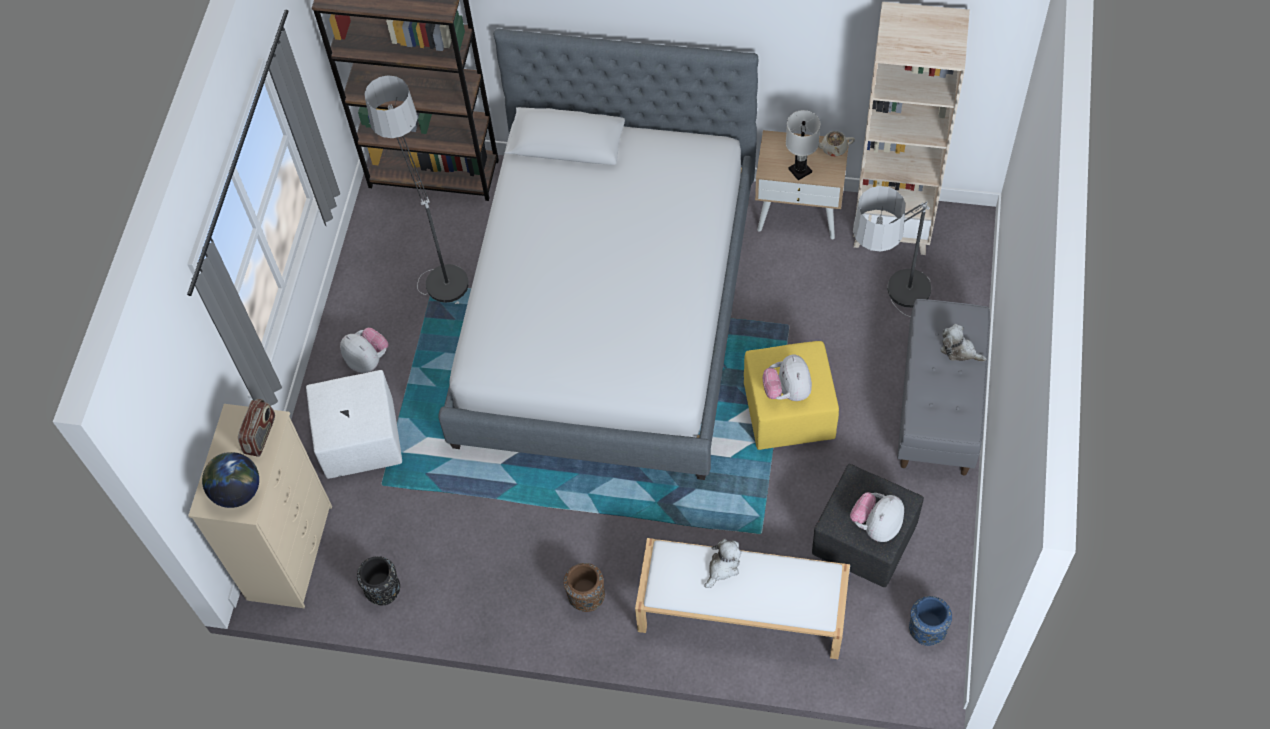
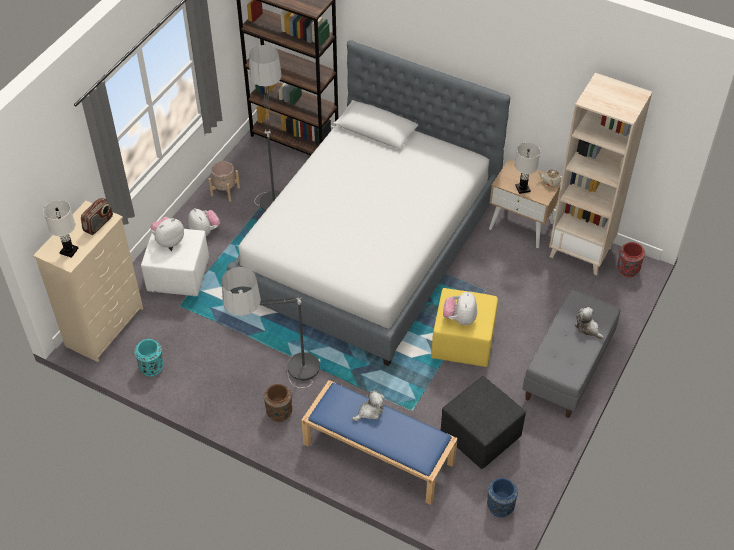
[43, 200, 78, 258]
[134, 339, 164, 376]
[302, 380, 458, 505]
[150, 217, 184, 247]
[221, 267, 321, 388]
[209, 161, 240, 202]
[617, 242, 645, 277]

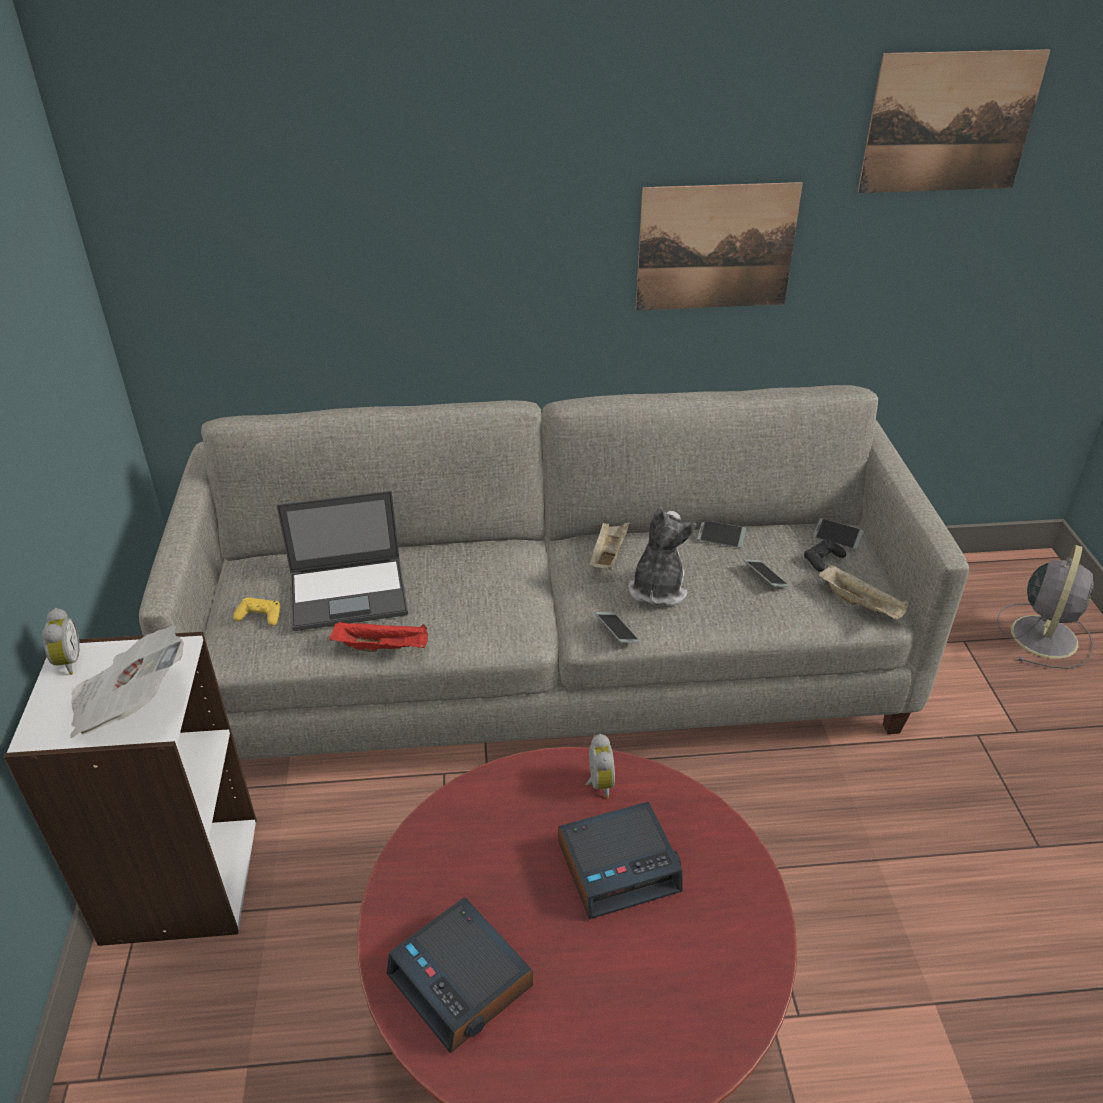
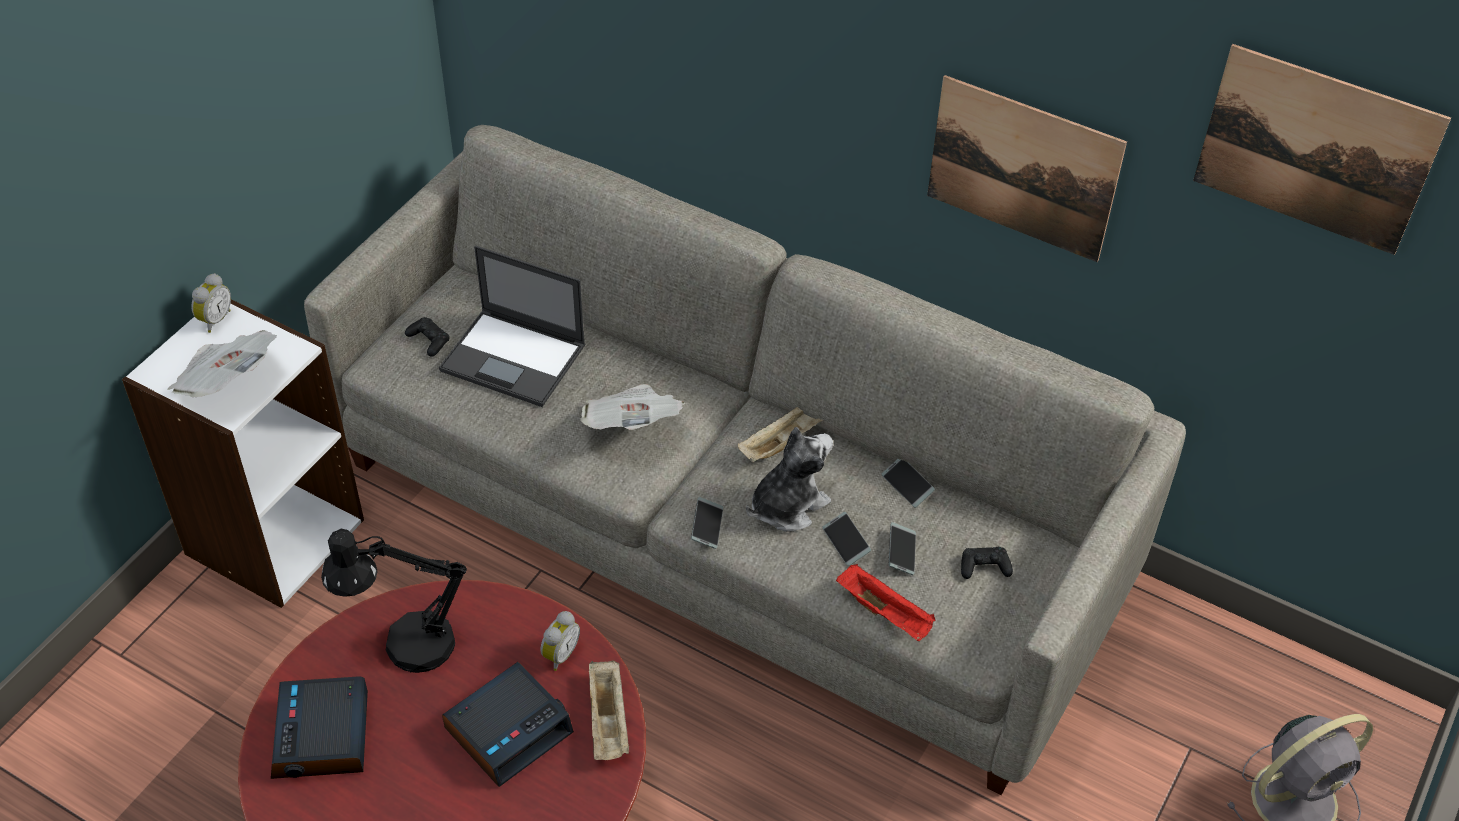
[405, 317, 450, 357]
[836, 564, 935, 641]
[442, 662, 574, 787]
[823, 512, 871, 566]
[589, 660, 629, 760]
[321, 528, 467, 673]
[580, 384, 685, 430]

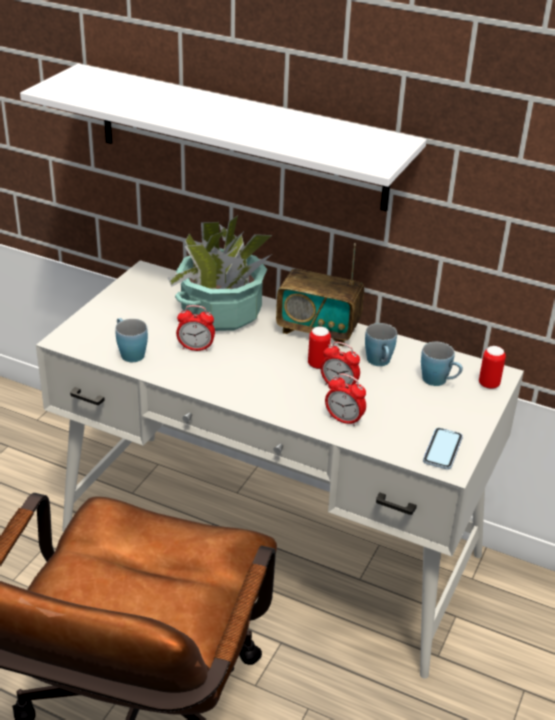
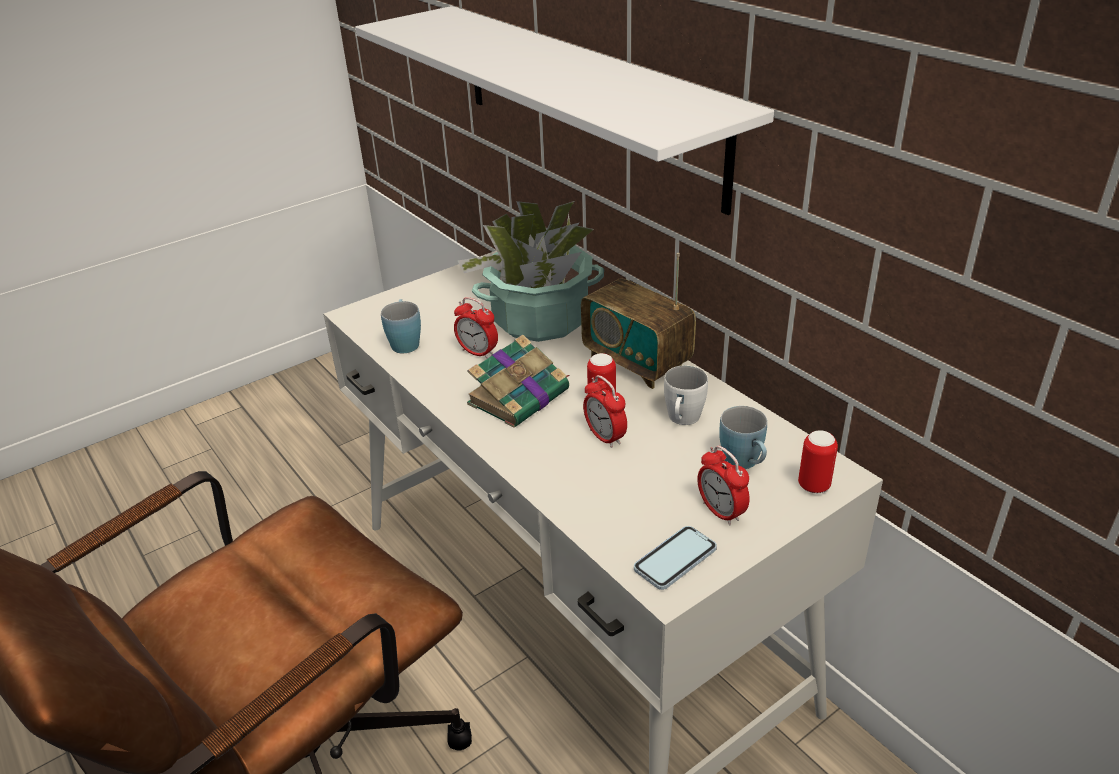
[697, 446, 750, 526]
[664, 365, 708, 425]
[467, 335, 569, 428]

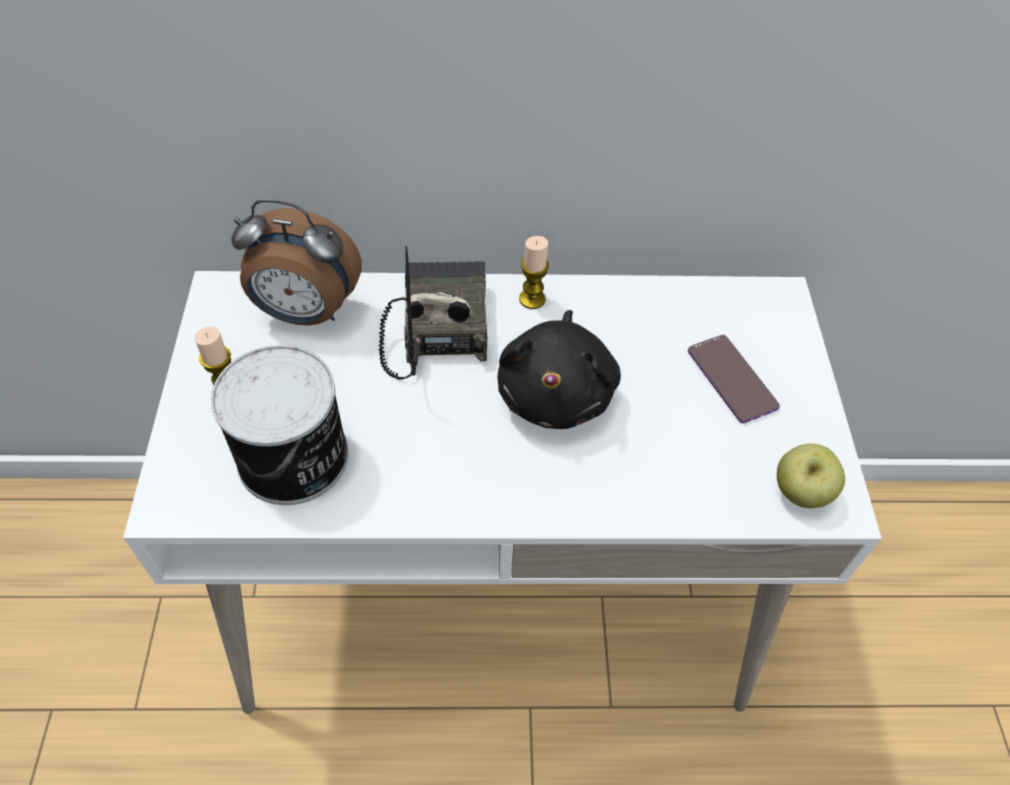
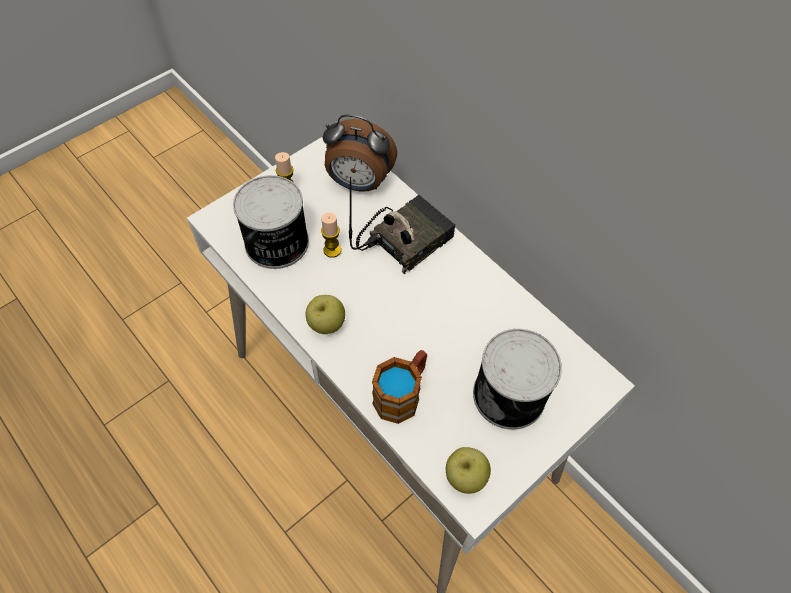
[322, 114, 397, 192]
[497, 310, 621, 429] (first image)
[321, 213, 341, 258]
[473, 329, 562, 430]
[305, 295, 345, 334]
[372, 350, 427, 424]

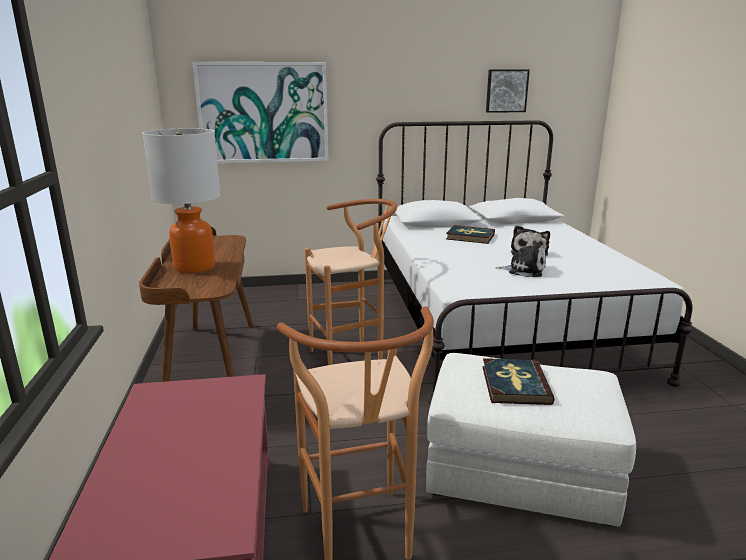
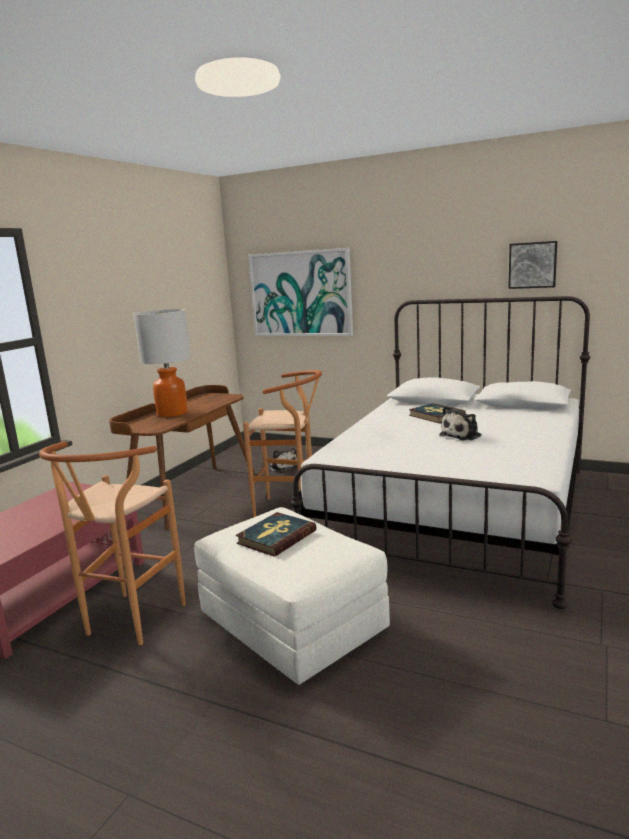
[269, 448, 297, 473]

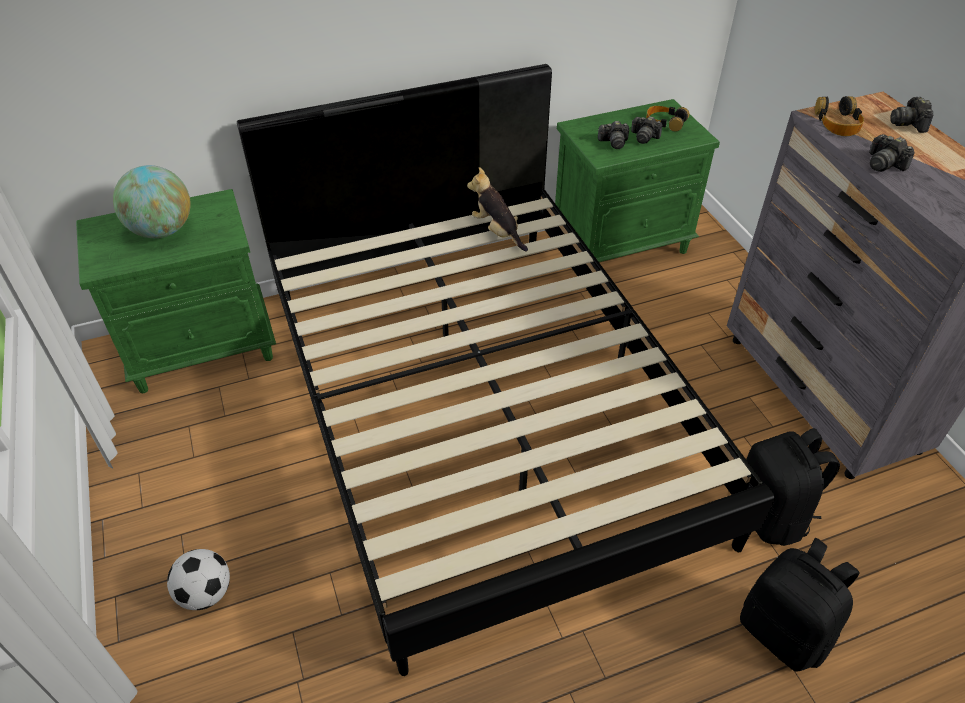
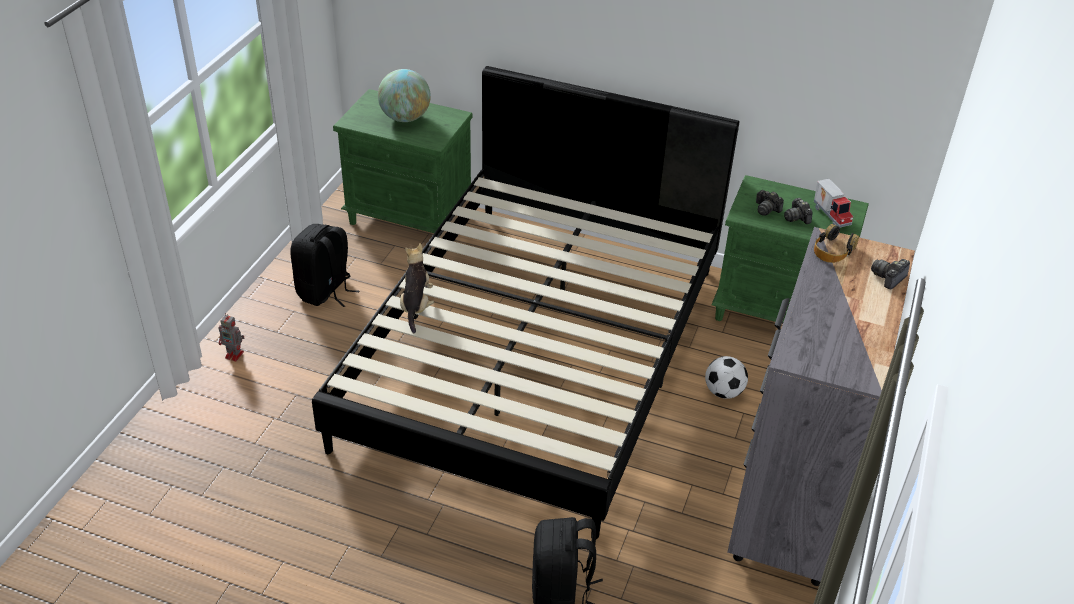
[705, 356, 748, 399]
[400, 243, 434, 333]
[814, 179, 853, 227]
[290, 224, 359, 307]
[869, 134, 915, 172] (first image)
[219, 313, 245, 362]

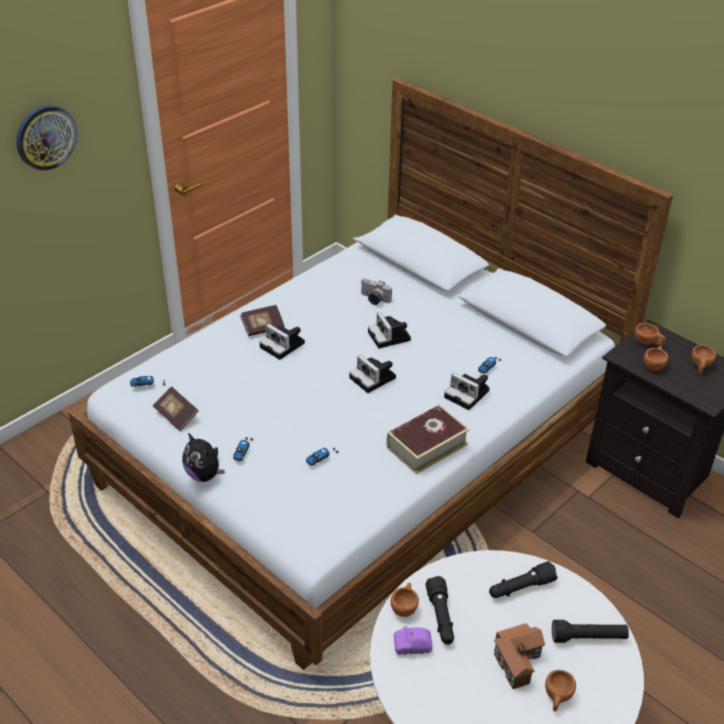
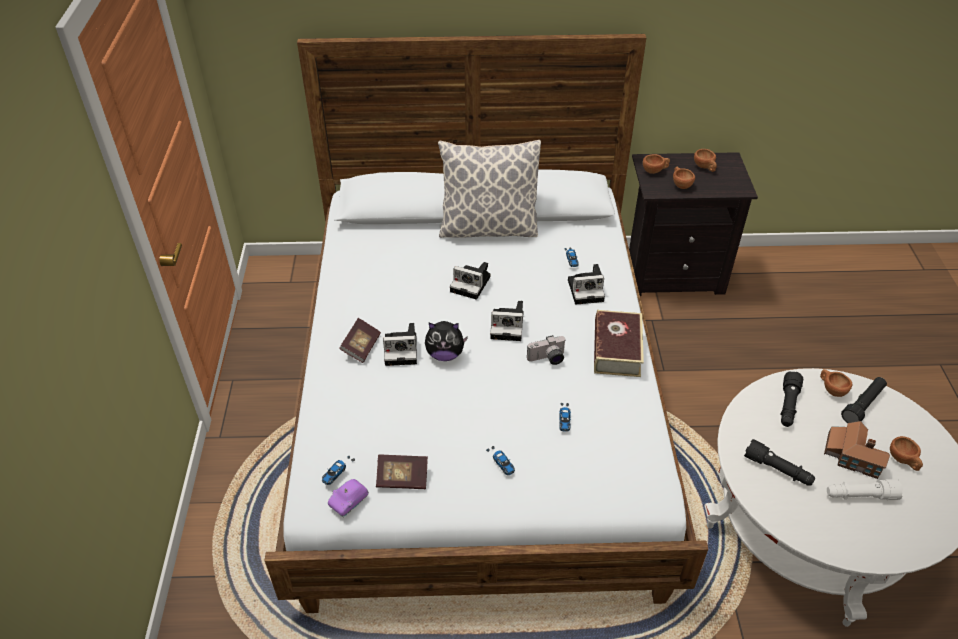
[16, 105, 77, 171] (first image)
[425, 321, 468, 361]
[527, 335, 566, 365]
[820, 369, 852, 397]
[328, 479, 369, 518]
[438, 140, 541, 238]
[827, 479, 903, 500]

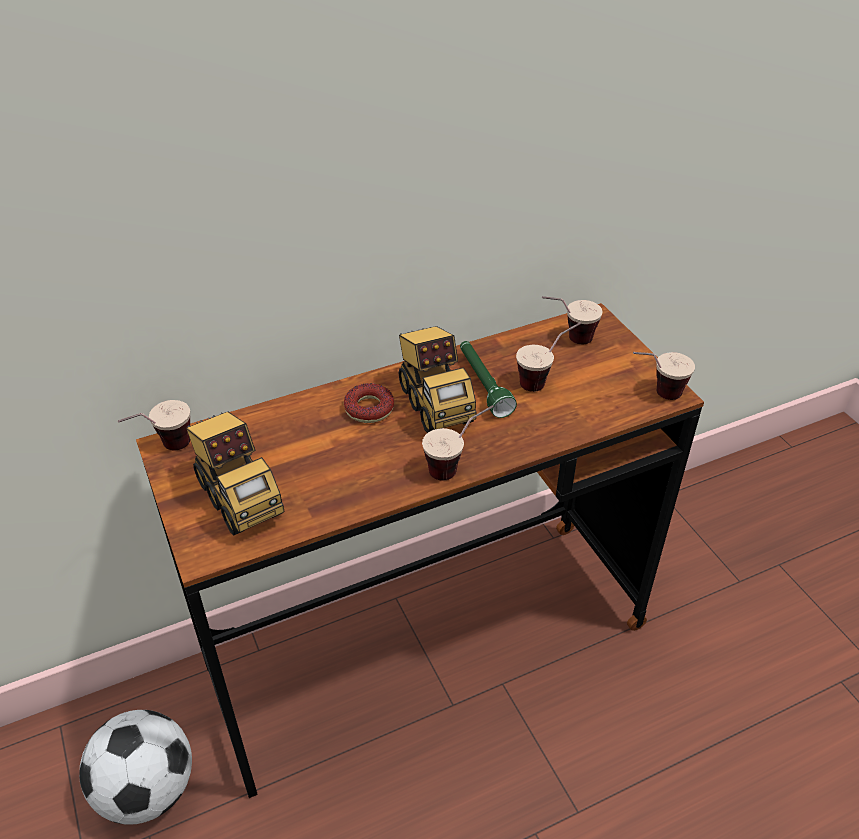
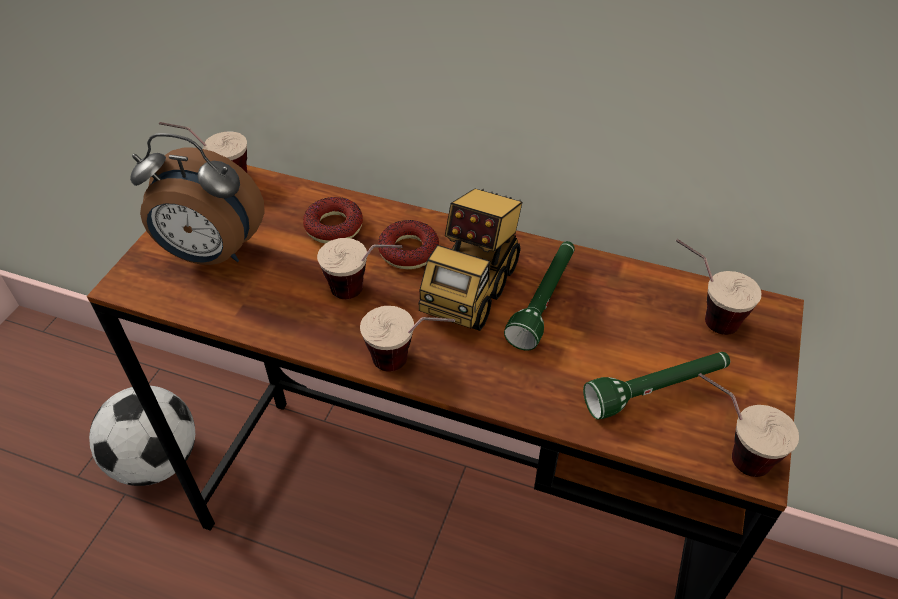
[130, 133, 265, 265]
[317, 238, 403, 299]
[303, 197, 363, 244]
[583, 352, 730, 420]

